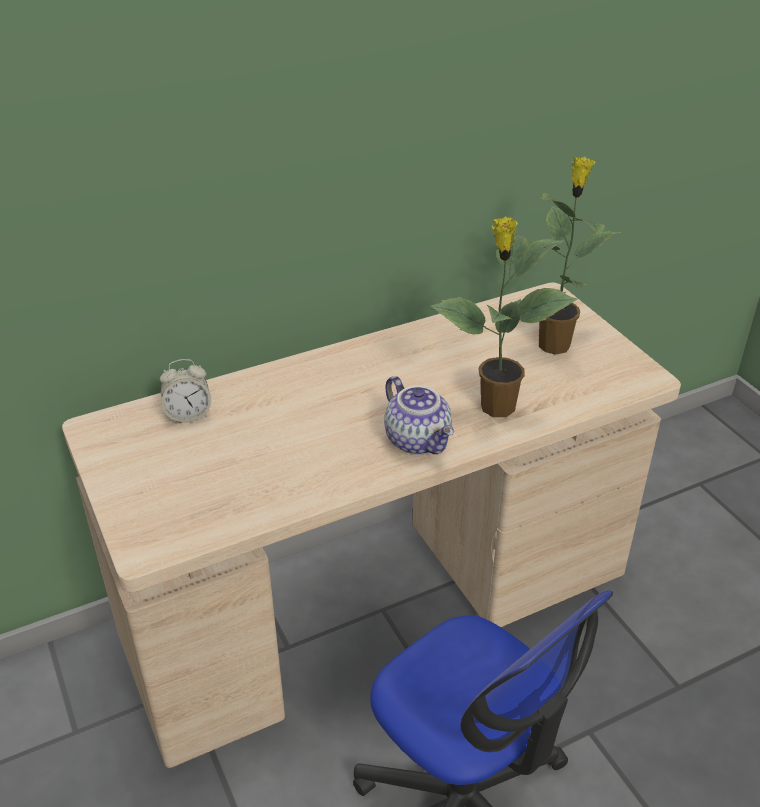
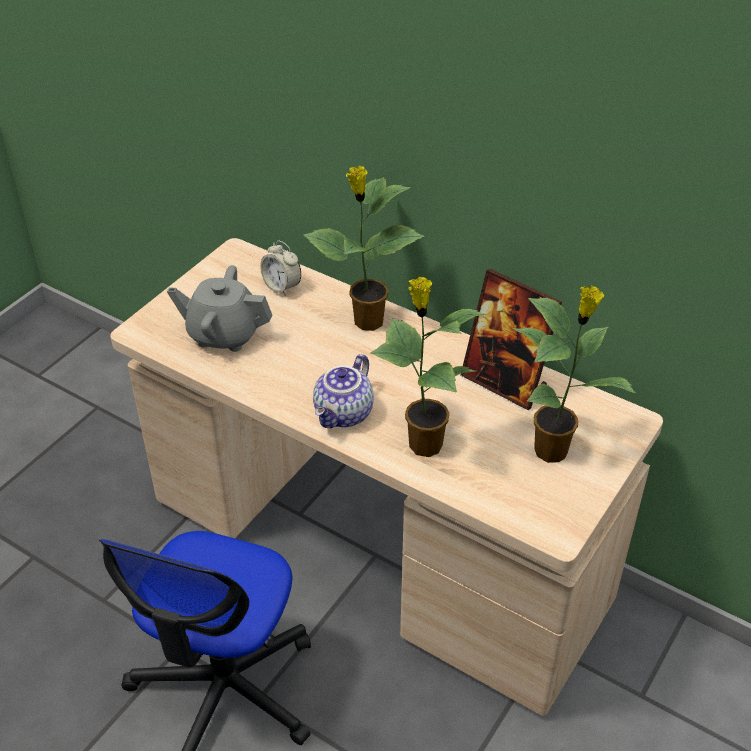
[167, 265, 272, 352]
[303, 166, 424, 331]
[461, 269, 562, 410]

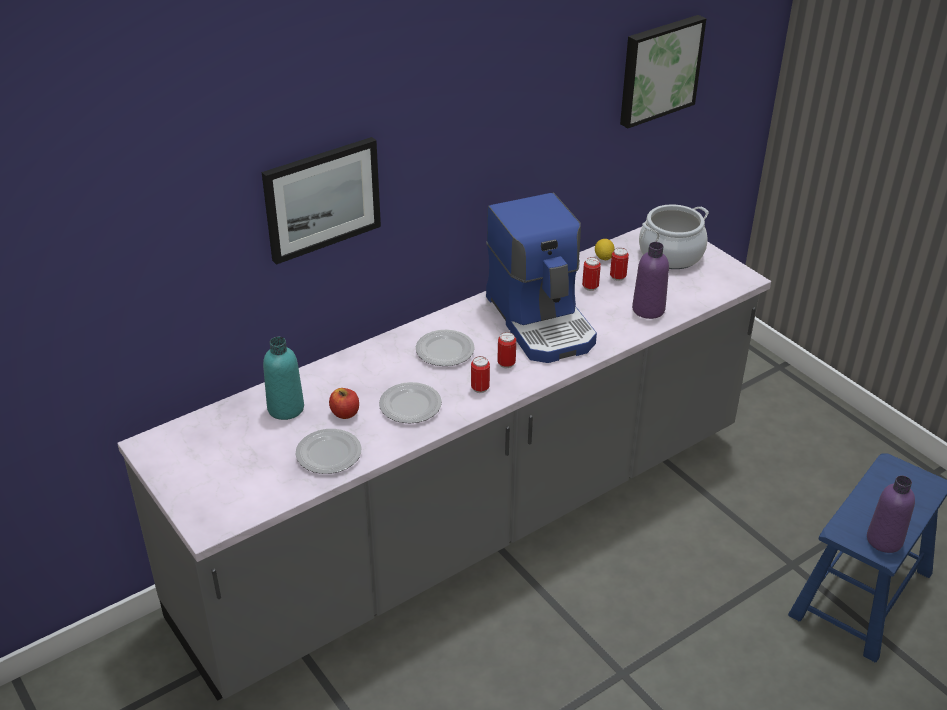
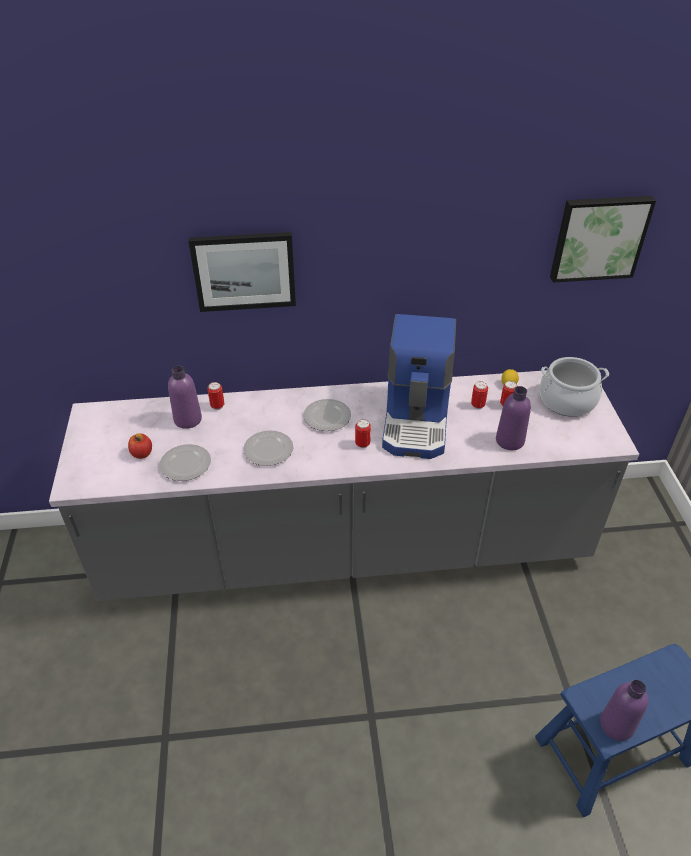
[168, 366, 202, 429]
[128, 433, 152, 459]
[207, 382, 224, 410]

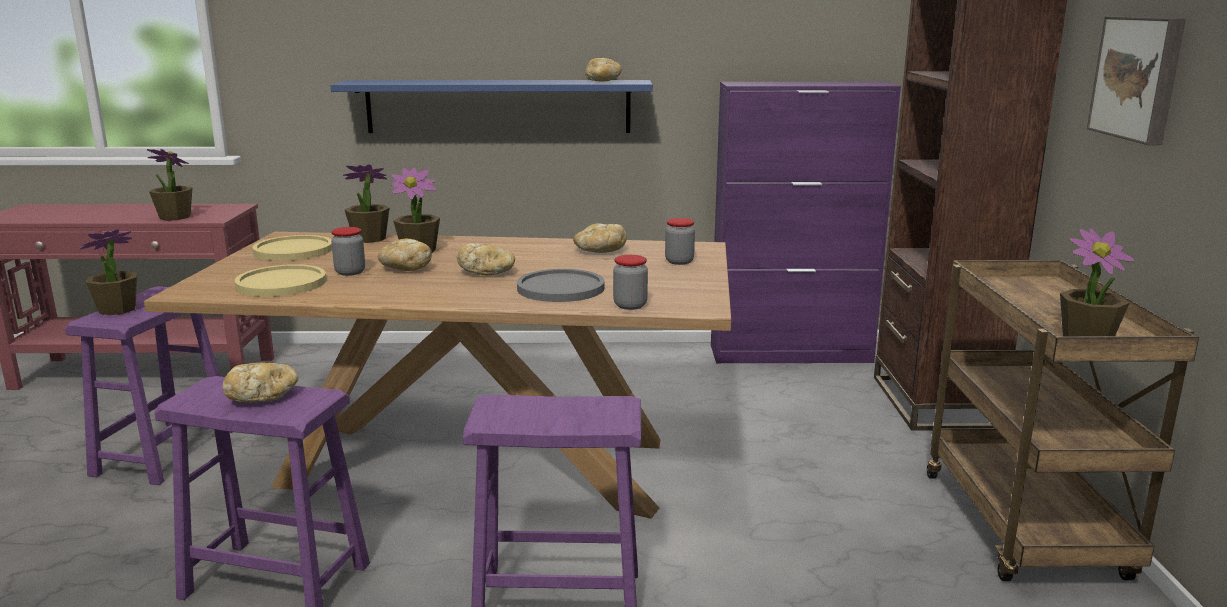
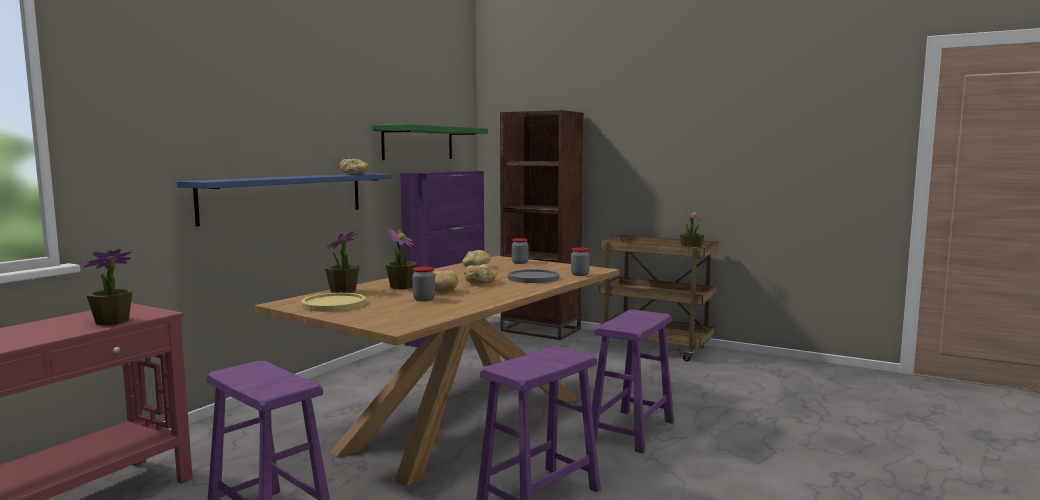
[80, 229, 137, 315] (first image)
[222, 362, 298, 402] (first image)
[235, 264, 326, 297] (first image)
[1087, 16, 1186, 145] (first image)
[372, 124, 488, 160]

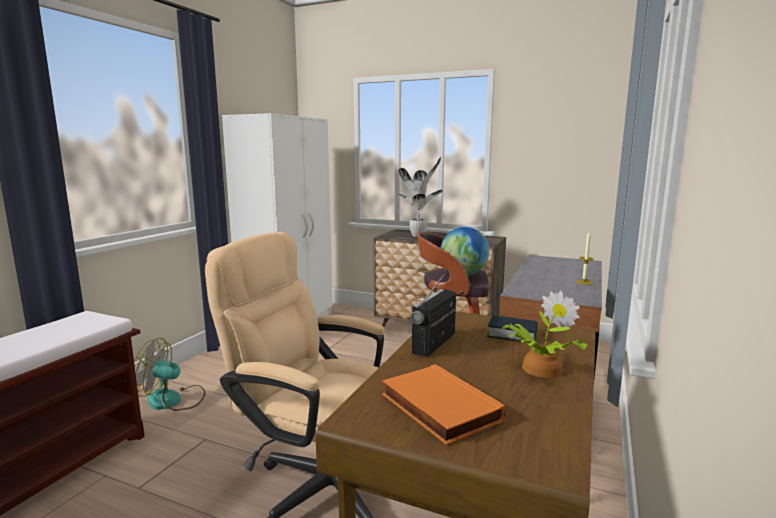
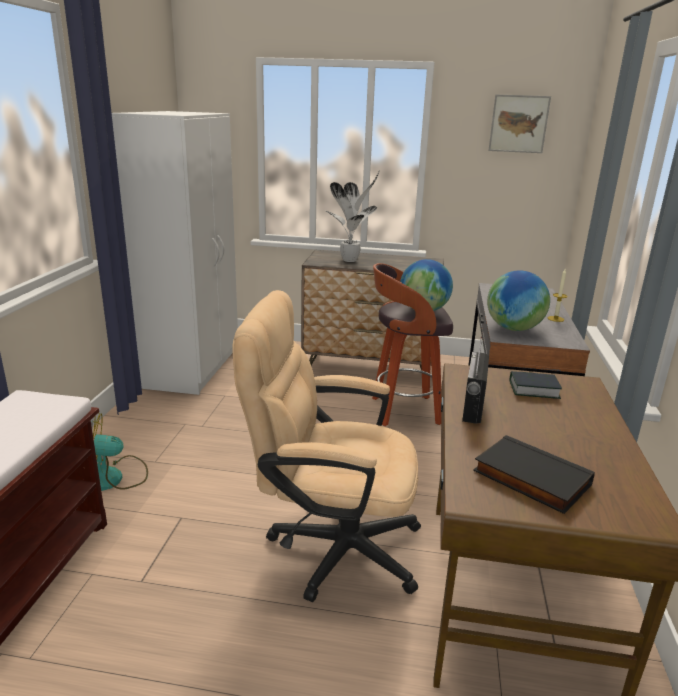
[473, 435, 595, 514]
[502, 291, 587, 378] (first image)
[487, 270, 550, 331]
[488, 94, 551, 153]

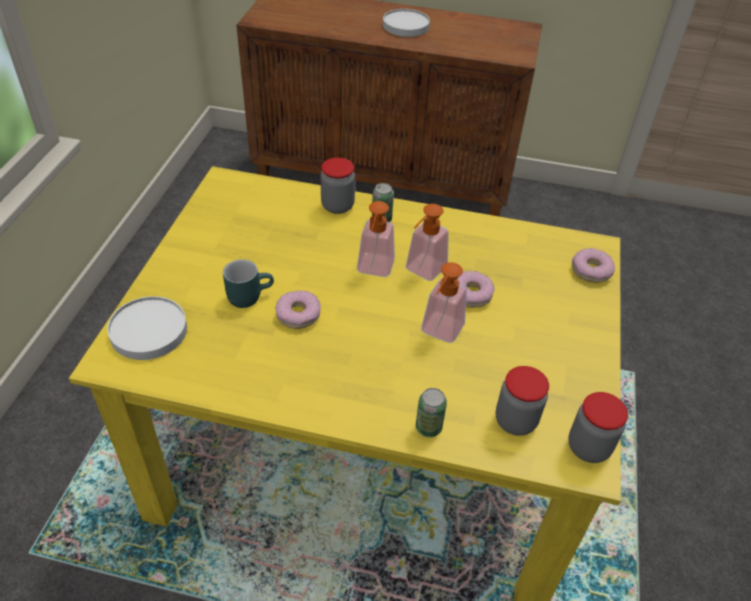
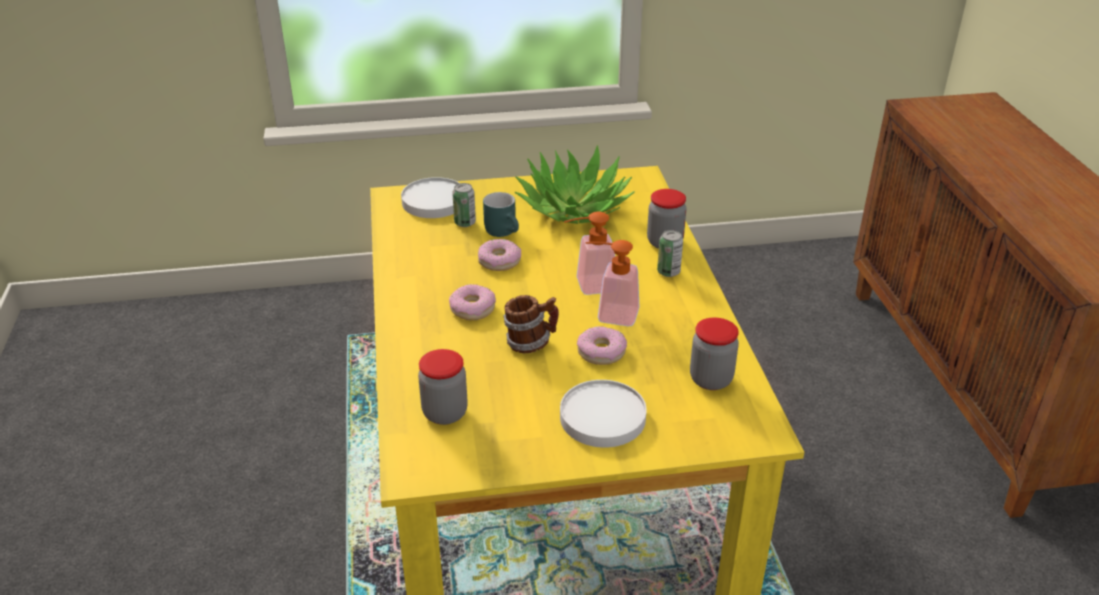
[560, 380, 647, 448]
[452, 183, 476, 227]
[503, 295, 559, 353]
[690, 317, 739, 390]
[449, 284, 496, 320]
[515, 145, 635, 224]

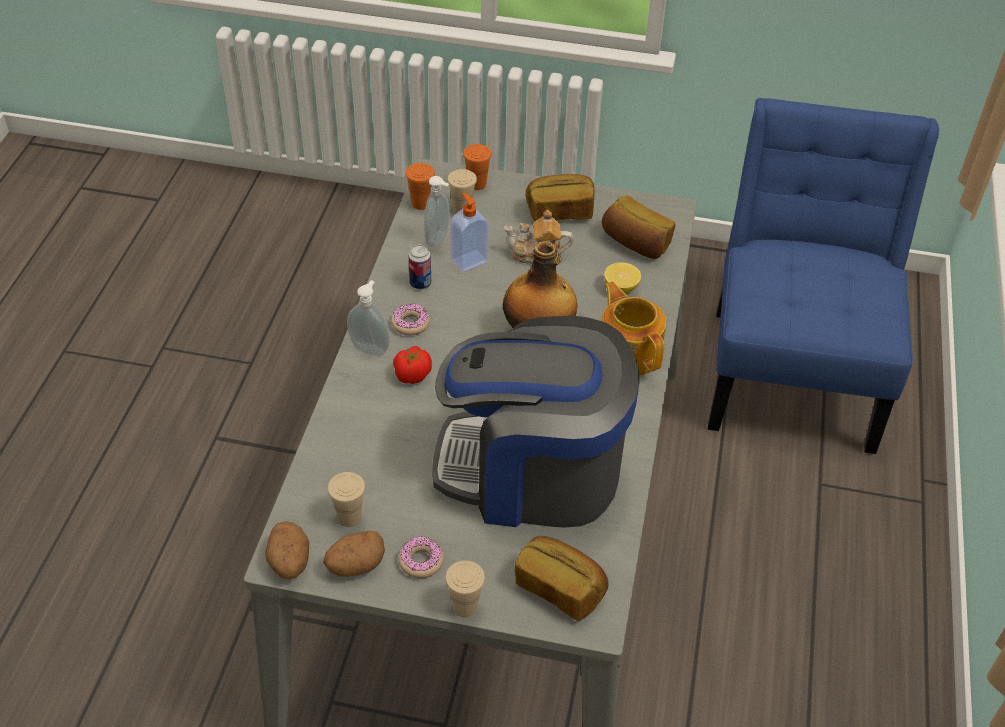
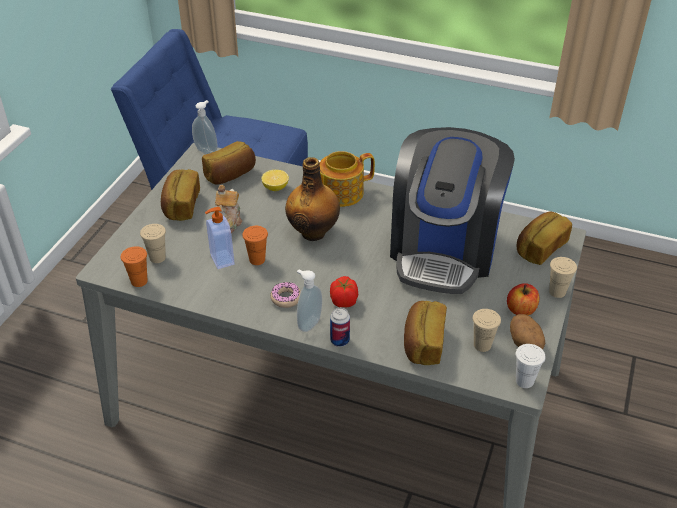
[516, 344, 546, 388]
[507, 283, 539, 315]
[330, 308, 350, 347]
[192, 100, 217, 154]
[242, 226, 268, 265]
[404, 301, 447, 365]

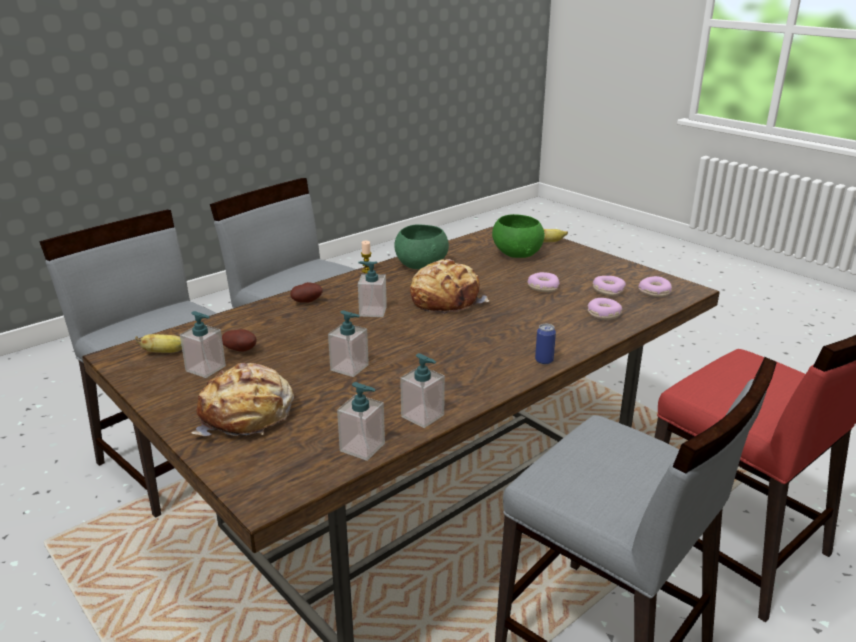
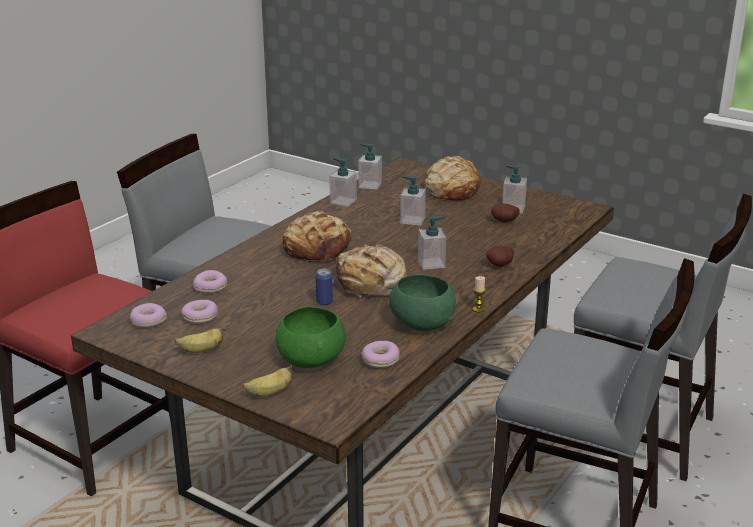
[175, 327, 226, 353]
[361, 341, 400, 368]
[315, 269, 333, 305]
[283, 211, 353, 264]

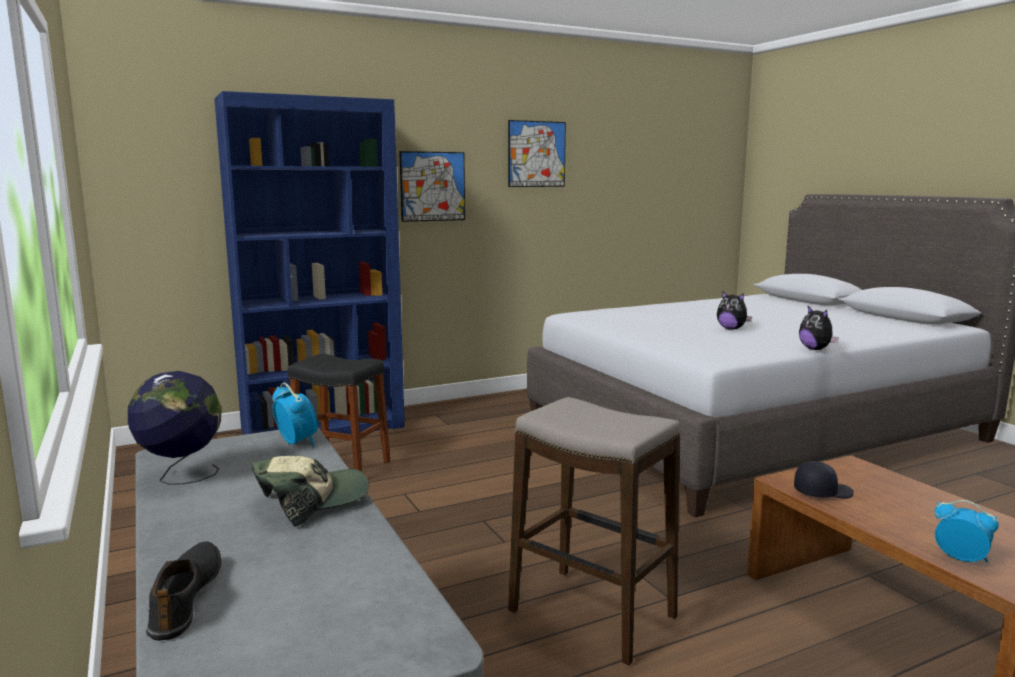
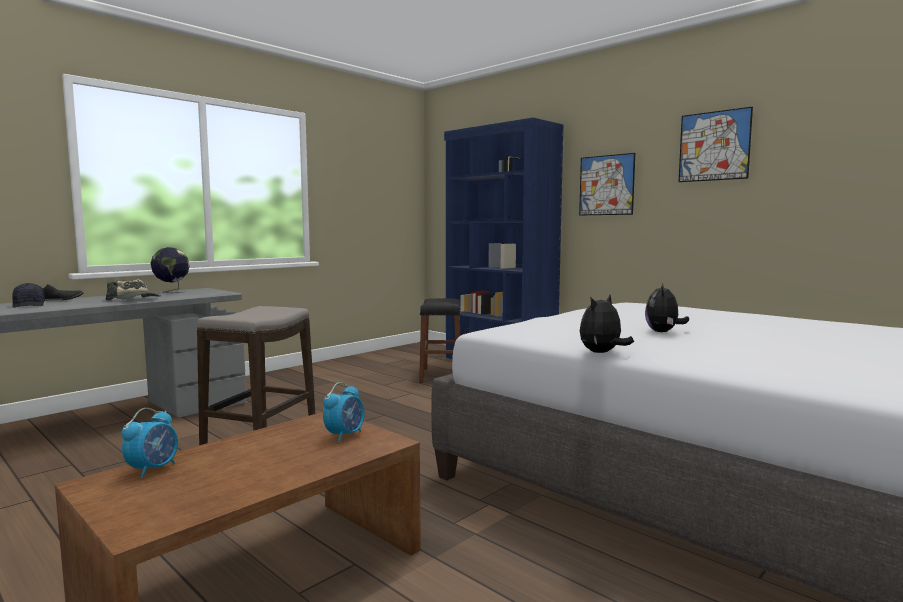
[323, 382, 365, 442]
[12, 283, 45, 308]

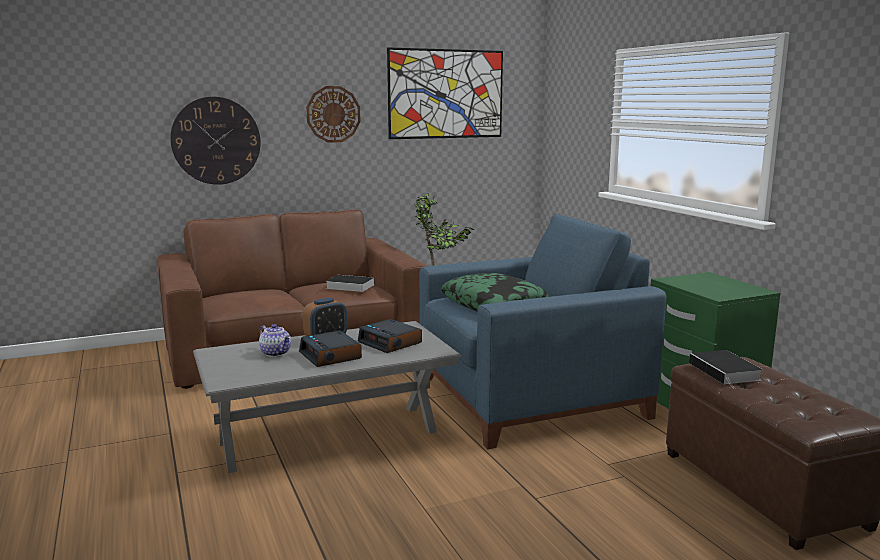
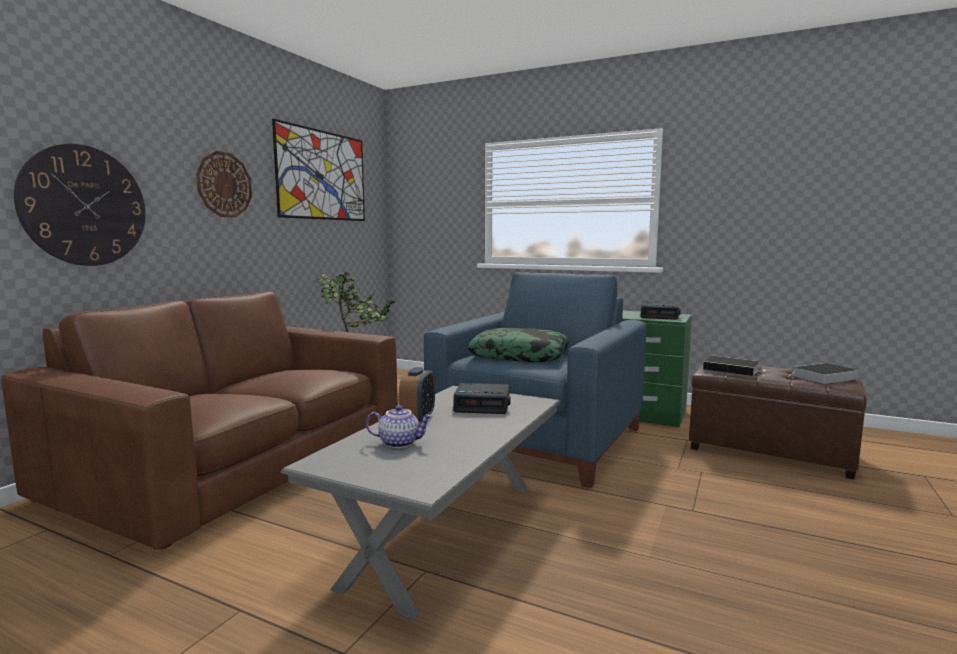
[640, 302, 681, 320]
[787, 363, 858, 384]

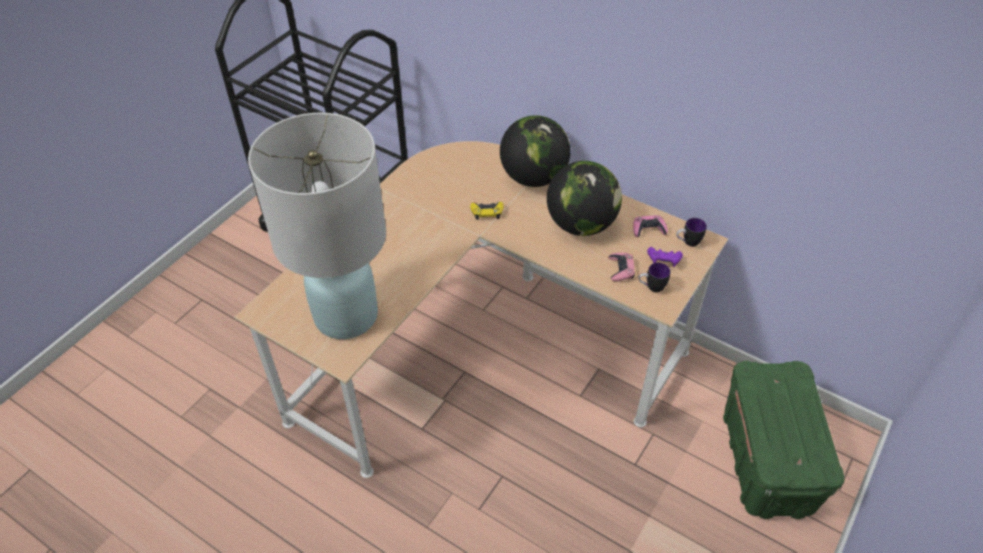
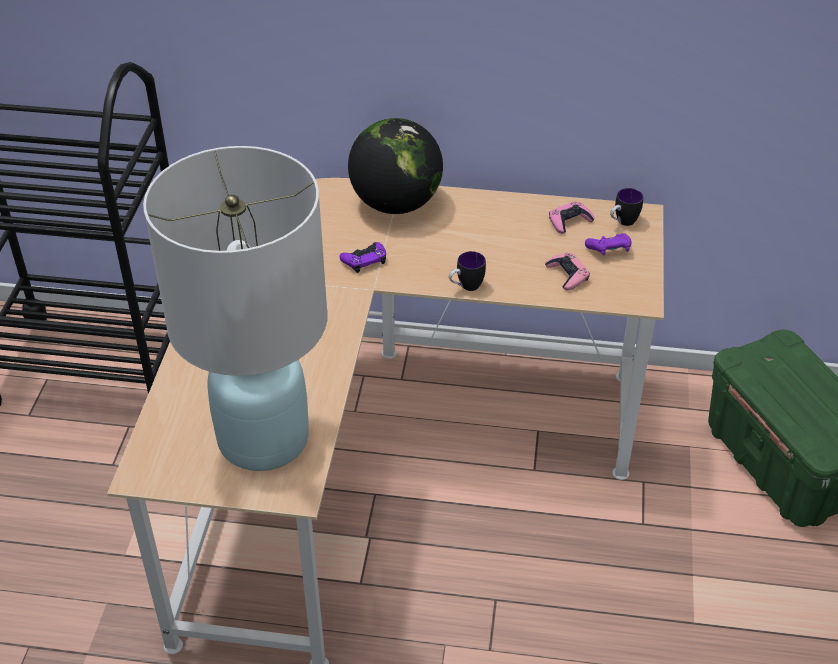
[339, 242, 386, 273]
[547, 161, 622, 236] (first image)
[449, 251, 486, 291]

